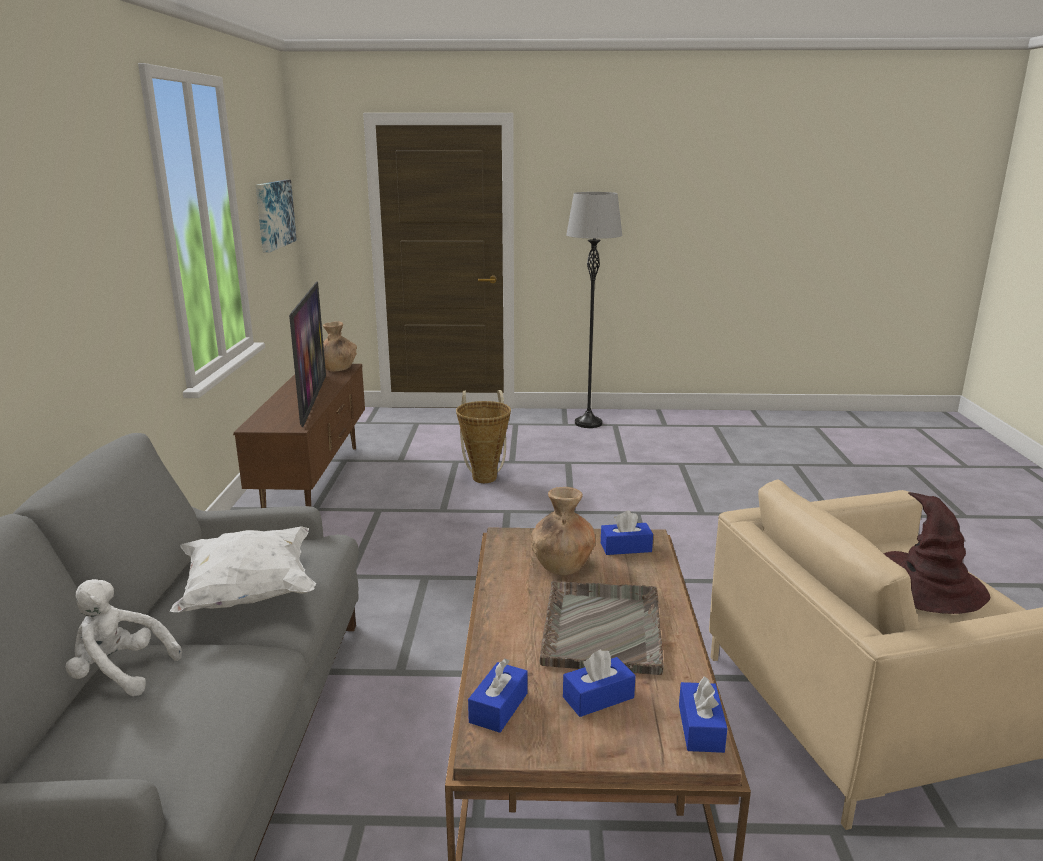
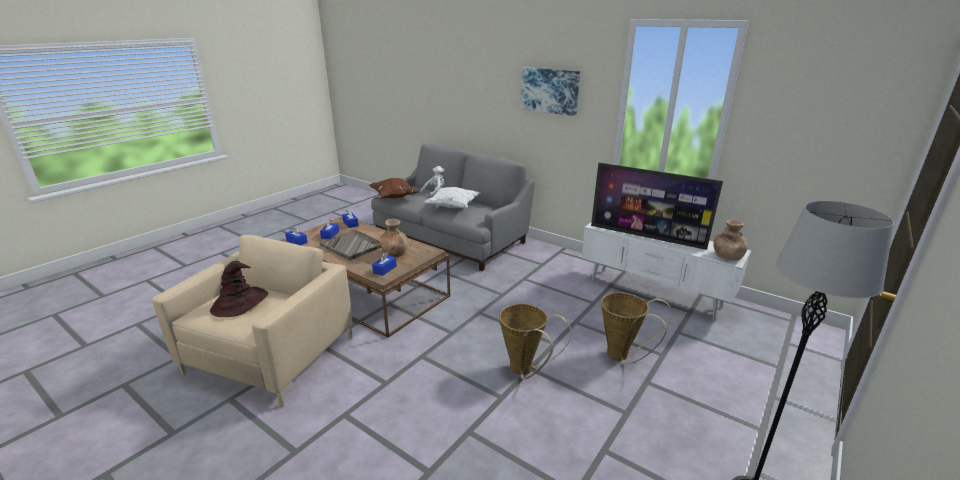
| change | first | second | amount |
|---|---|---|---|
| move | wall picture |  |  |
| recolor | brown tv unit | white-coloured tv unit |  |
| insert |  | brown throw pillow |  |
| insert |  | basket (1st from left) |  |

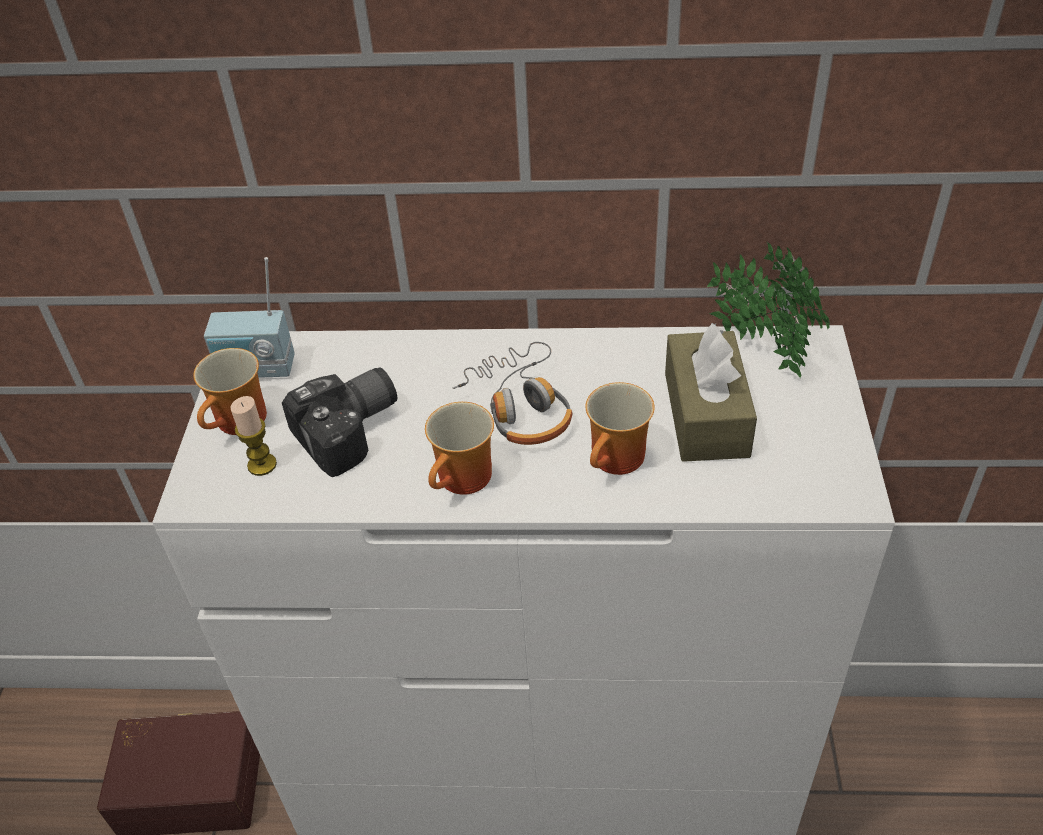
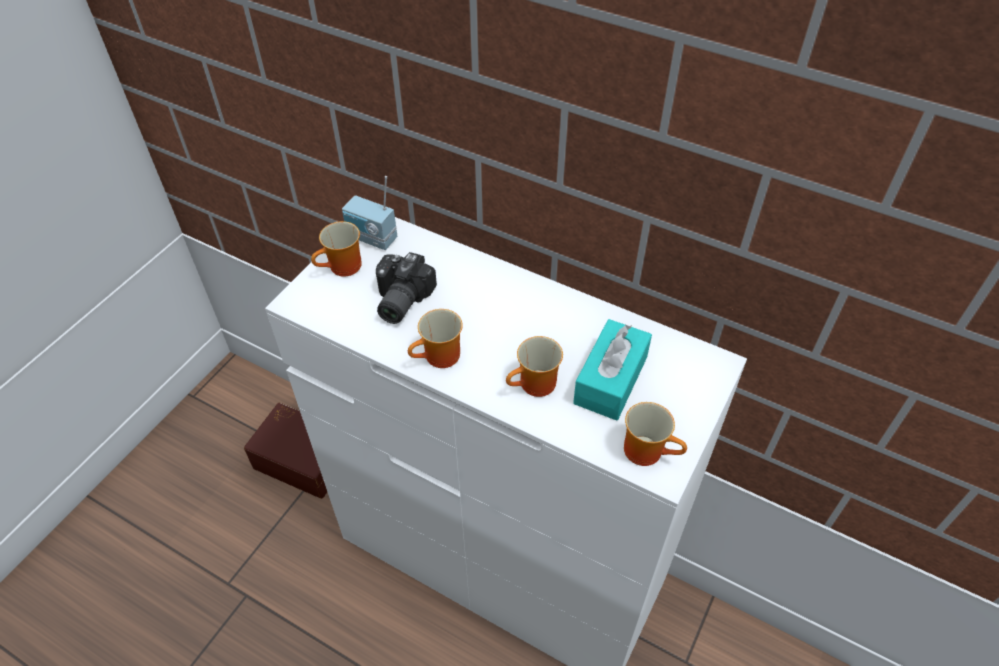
| change | first | second | amount |
|---|---|---|---|
| delete | houseplant |  |  |
| recolor | brown box of tissues | blue-green box of tissues |  |
| delete | headphones |  |  |
| rotate | still camera |  | 120 degrees clockwise |
| delete | wax light |  |  |
| insert |  | tea mug (4th from left) |  |

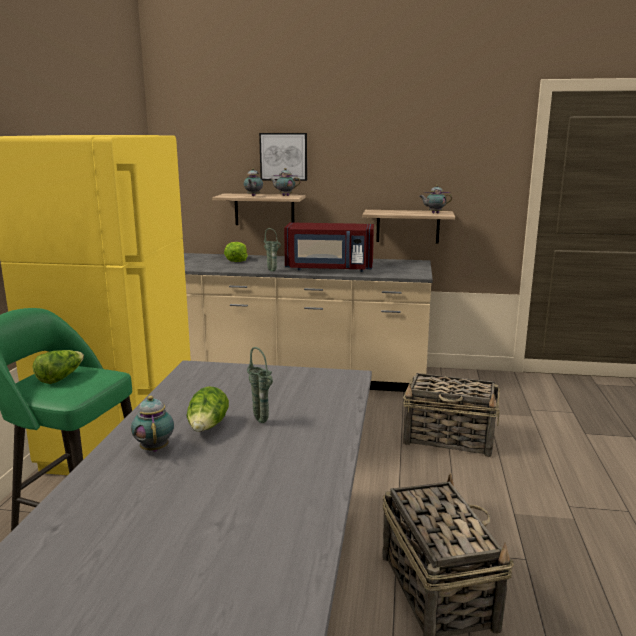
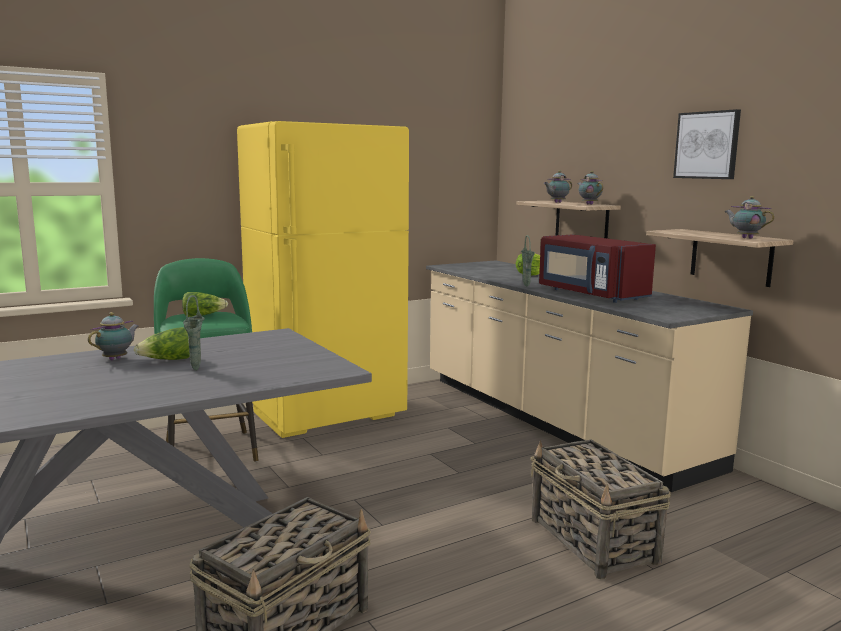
| change | first | second | amount |
|---|---|---|---|
| move | wall picture |  |  |

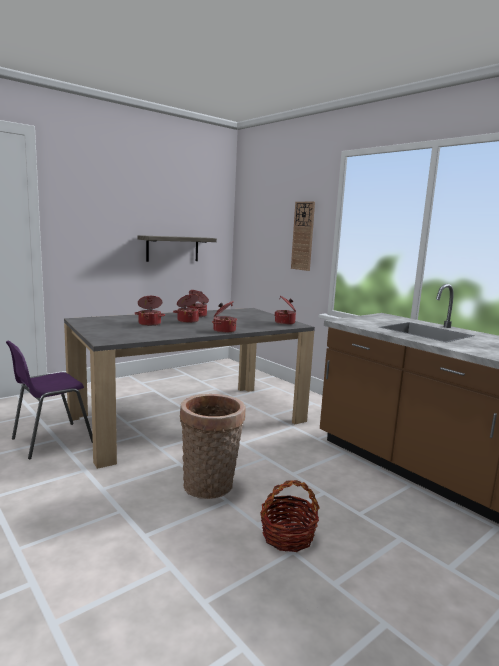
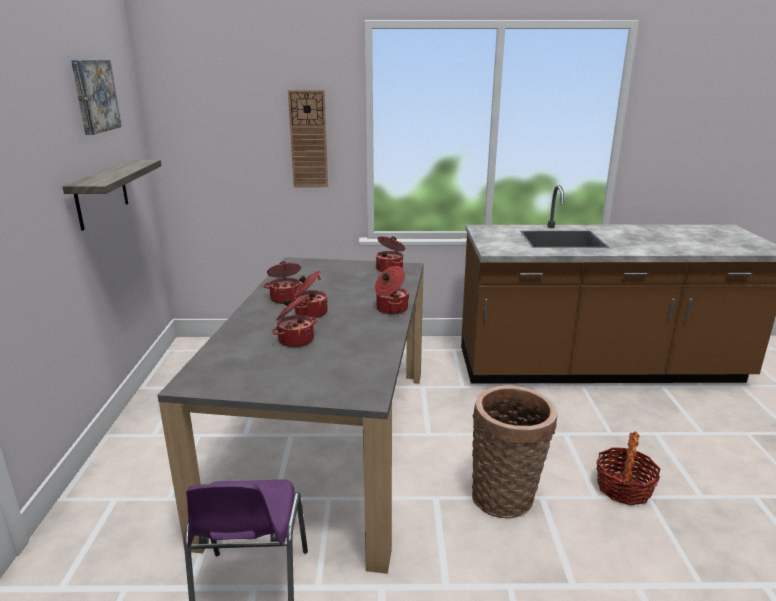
| change | first | second | amount |
|---|---|---|---|
| insert |  | wall picture |  |

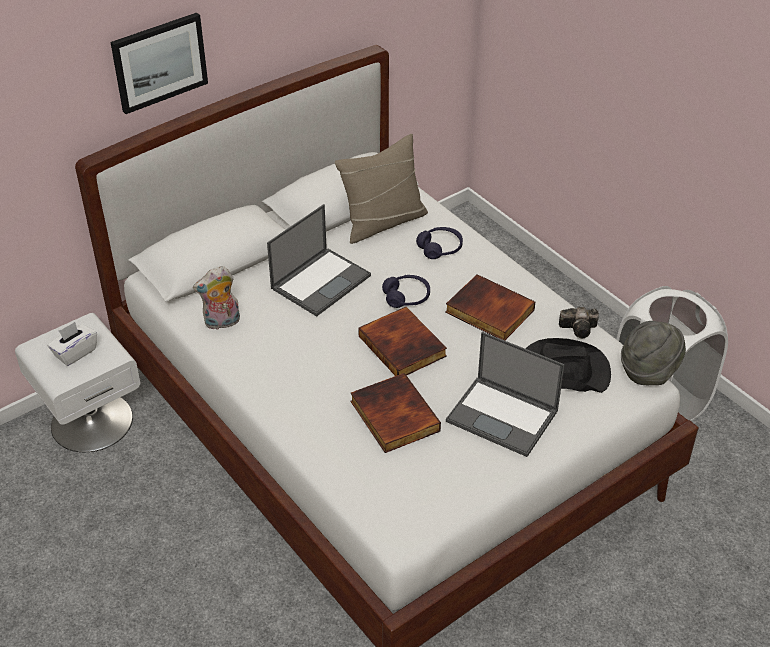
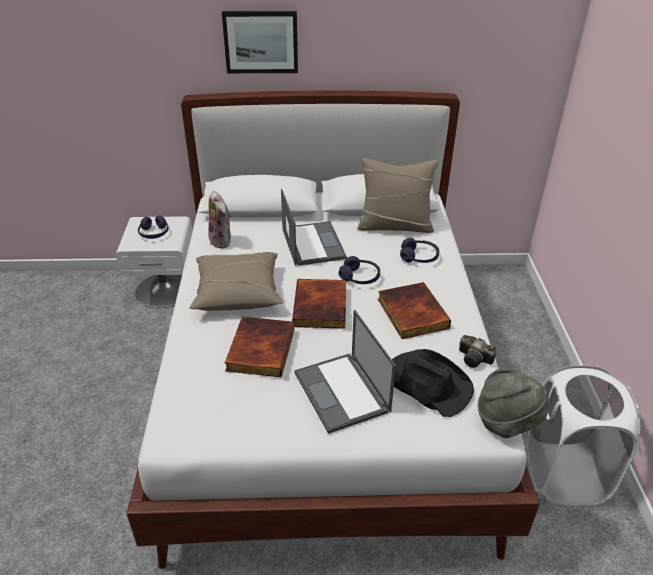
| change | first | second | amount |
|---|---|---|---|
| rotate | portable computer (1st from left) |  | 90 degrees counterclockwise |
| rotate | soft toy |  | 135 degrees counterclockwise |
| replace | white-coloured box of tissues | purplish headphones (1st from left) |  |
| insert |  | sand-coloured throw pillow (1st from left) |  |

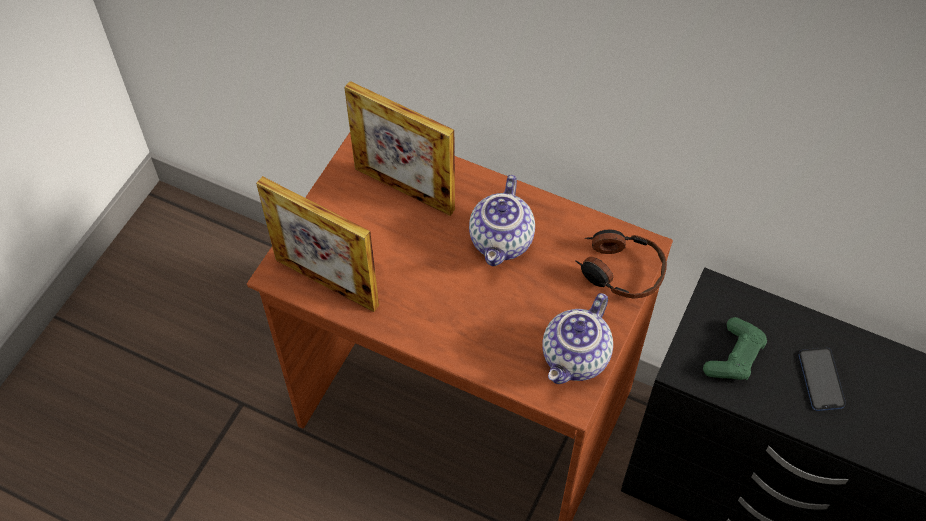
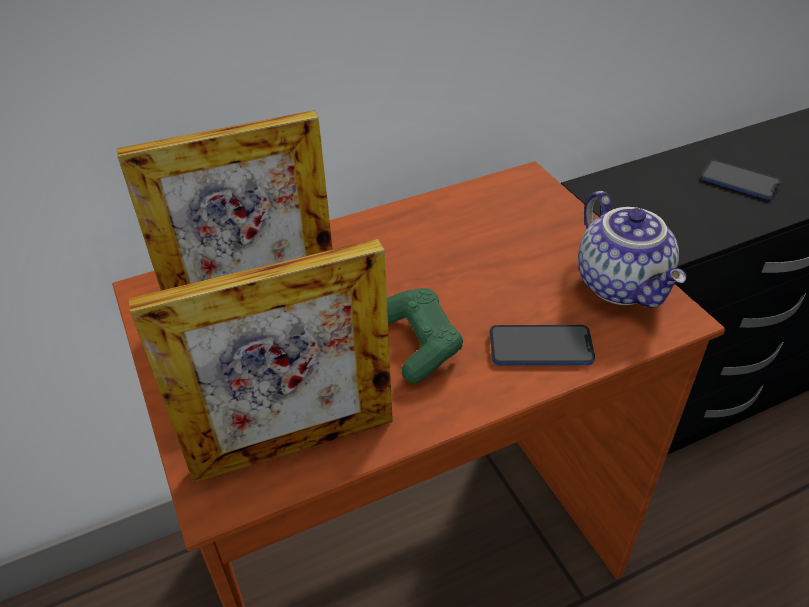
| change | first | second | amount |
|---|---|---|---|
| delete | pot for tea (1st from left) |  |  |
| delete | headphones |  |  |
| move | greenish game controller |  |  |
| insert |  | handset (1st from left) |  |

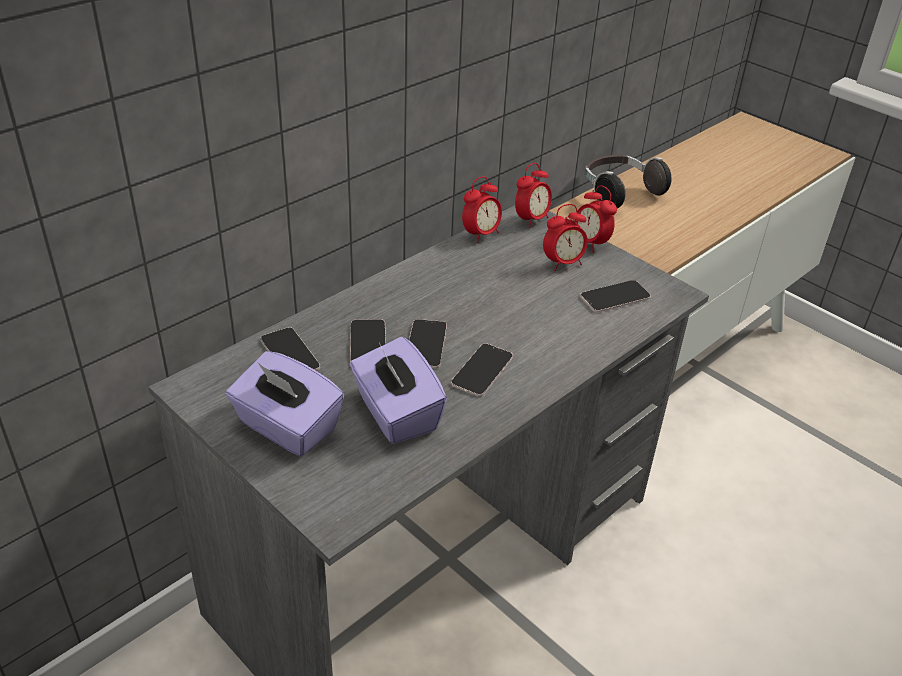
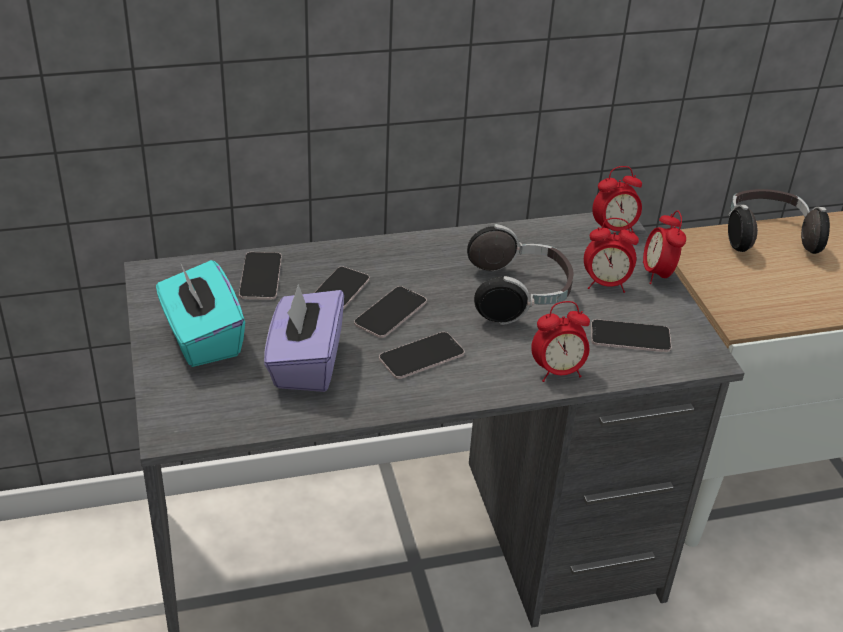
| change | first | second | amount |
|---|---|---|---|
| move | alarm clock (1st from left) |  |  |
| recolor | purplish box of tissues (1st from left) | blue-green box of tissues |  |
| insert |  | headphones (1st from left) |  |

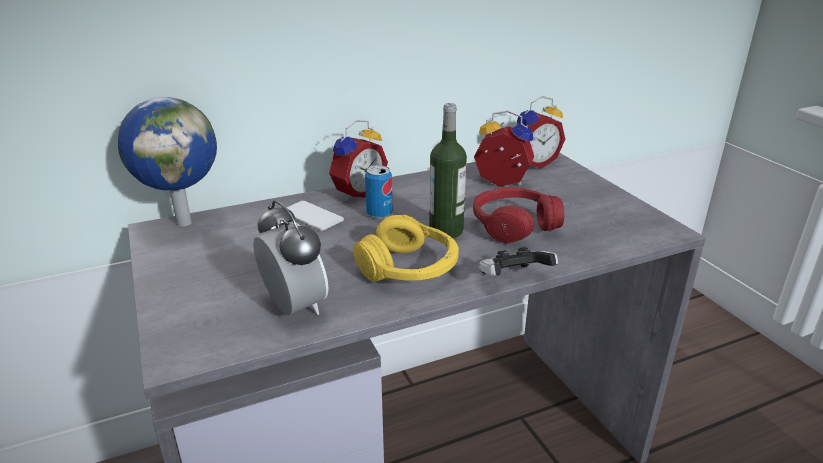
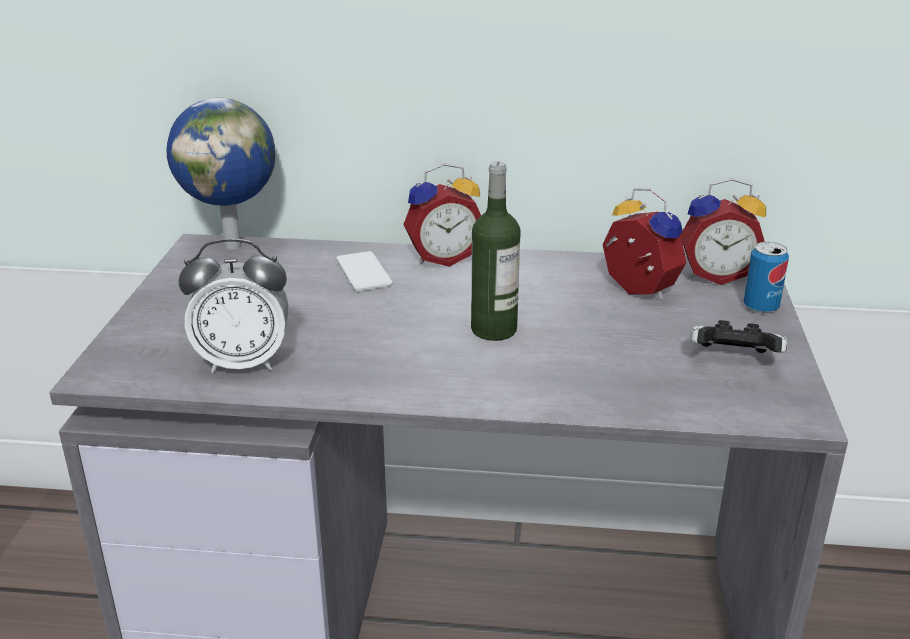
| change | first | second | amount |
|---|---|---|---|
| move | can |  |  |
| delete | reddish headphones |  |  |
| rotate | alarm clock (1st from left) |  | 90 degrees clockwise |
| delete | yellow-coloured headphones |  |  |
| move | game controller |  |  |

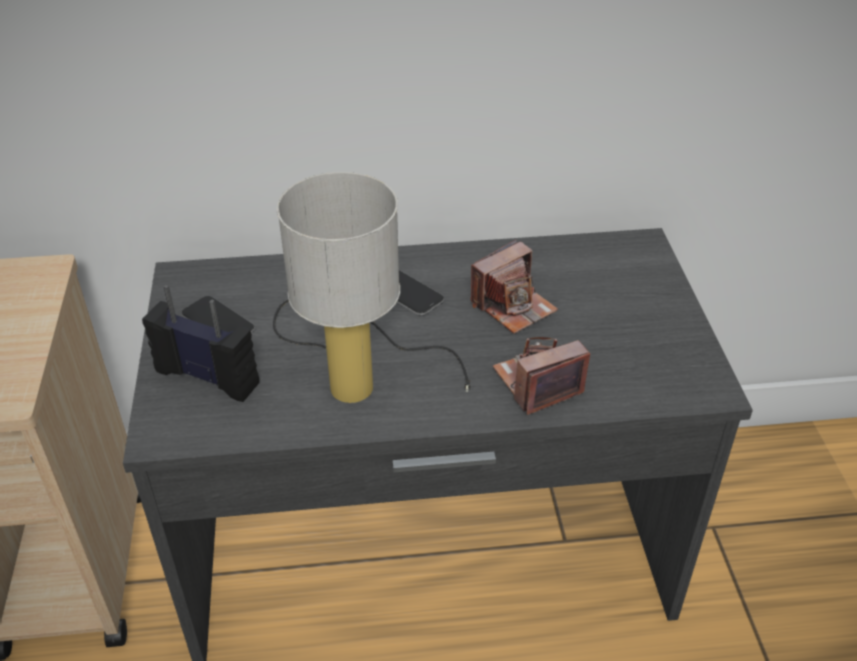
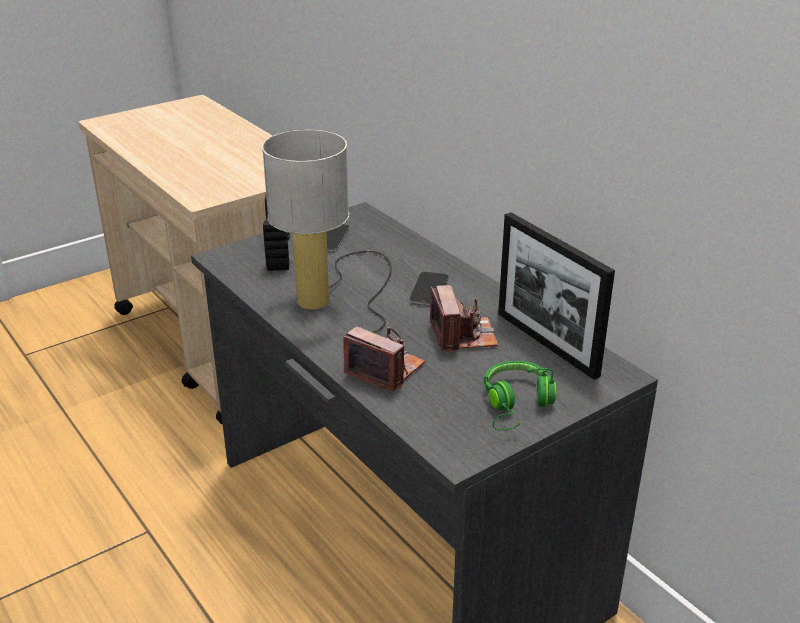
| change | first | second | amount |
|---|---|---|---|
| rotate | still camera (1st from left in the first image) | still camera (2nd from left) | 120 degrees counterclockwise |
| insert |  | photo frame |  |
| insert |  | greenish headphones |  |

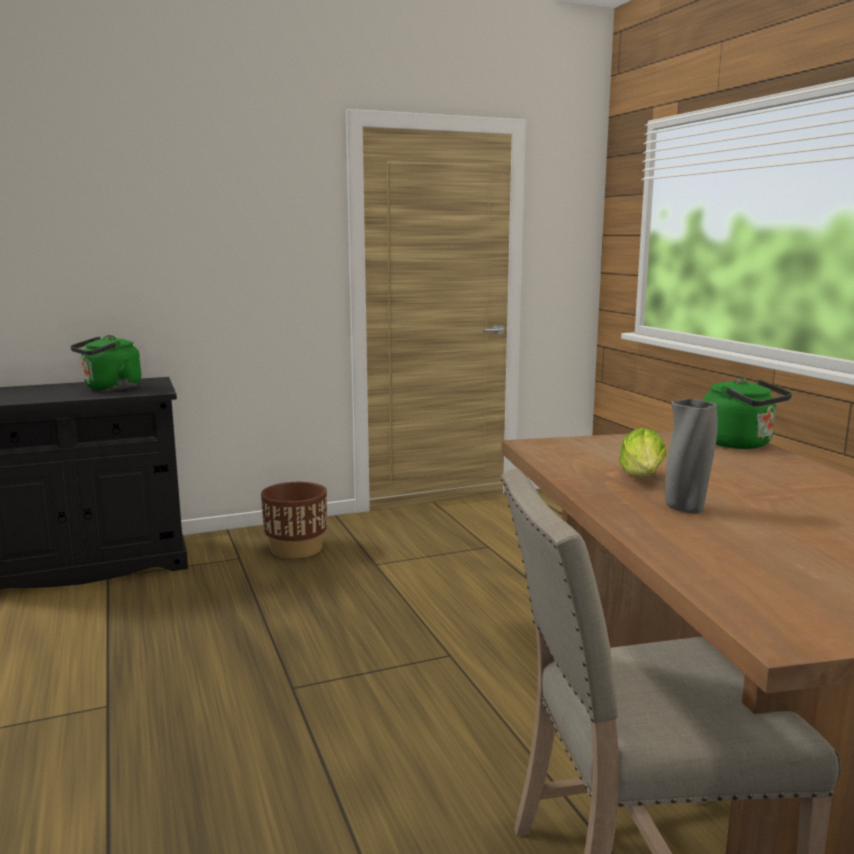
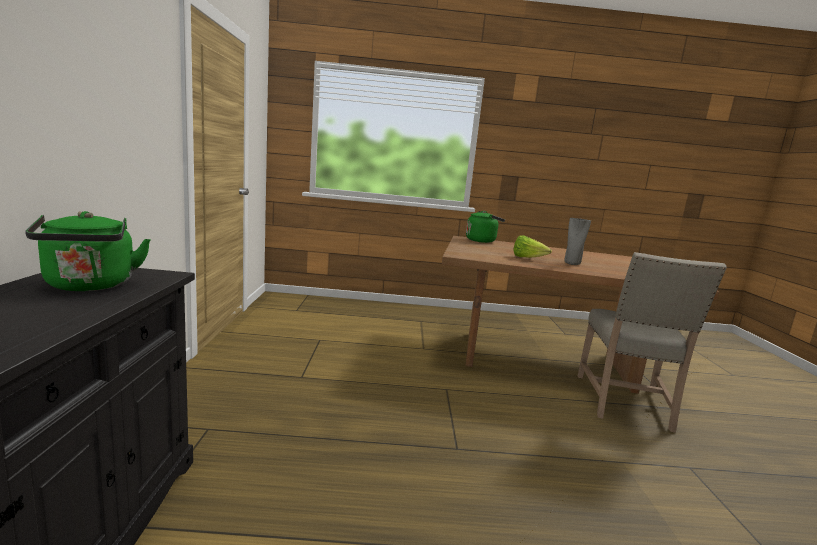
| change | first | second | amount |
|---|---|---|---|
| delete | brown planter |  |  |

